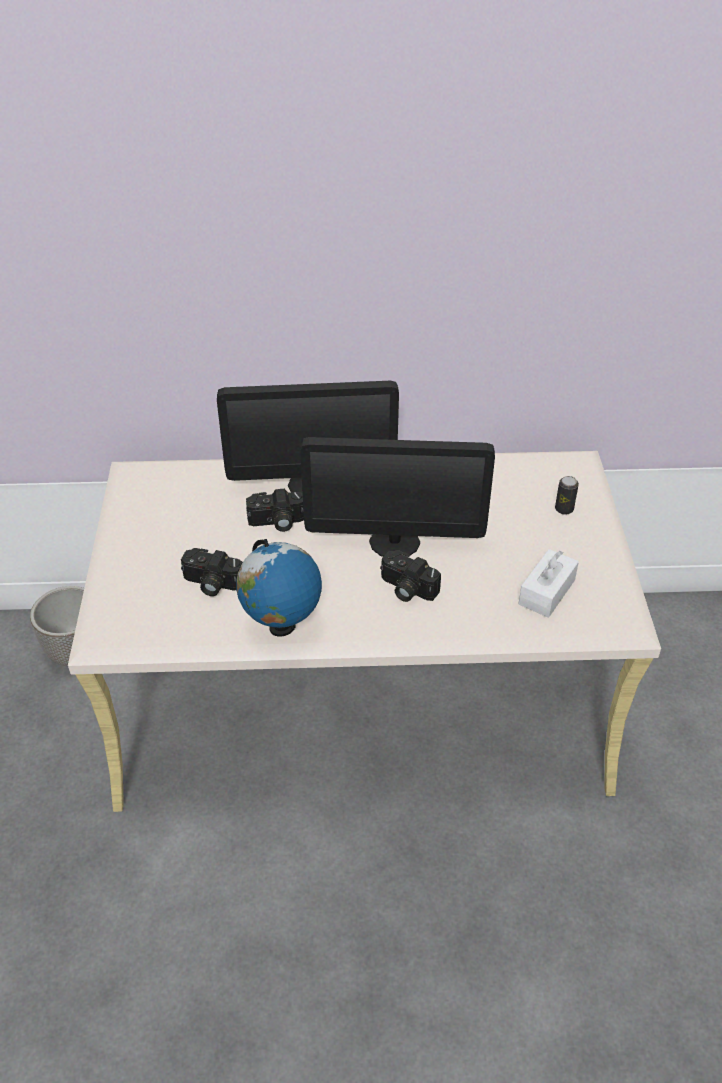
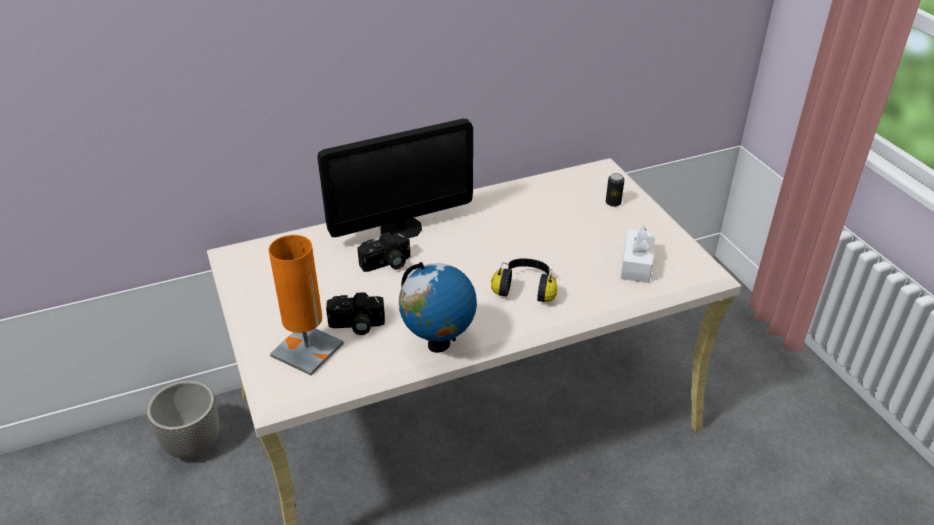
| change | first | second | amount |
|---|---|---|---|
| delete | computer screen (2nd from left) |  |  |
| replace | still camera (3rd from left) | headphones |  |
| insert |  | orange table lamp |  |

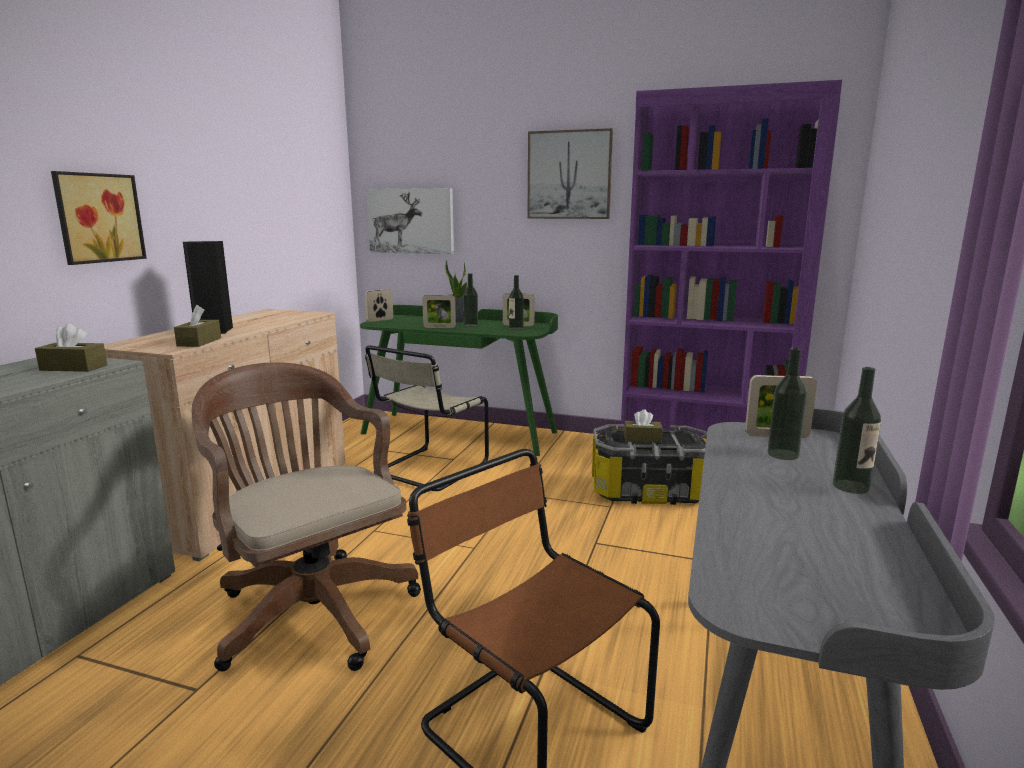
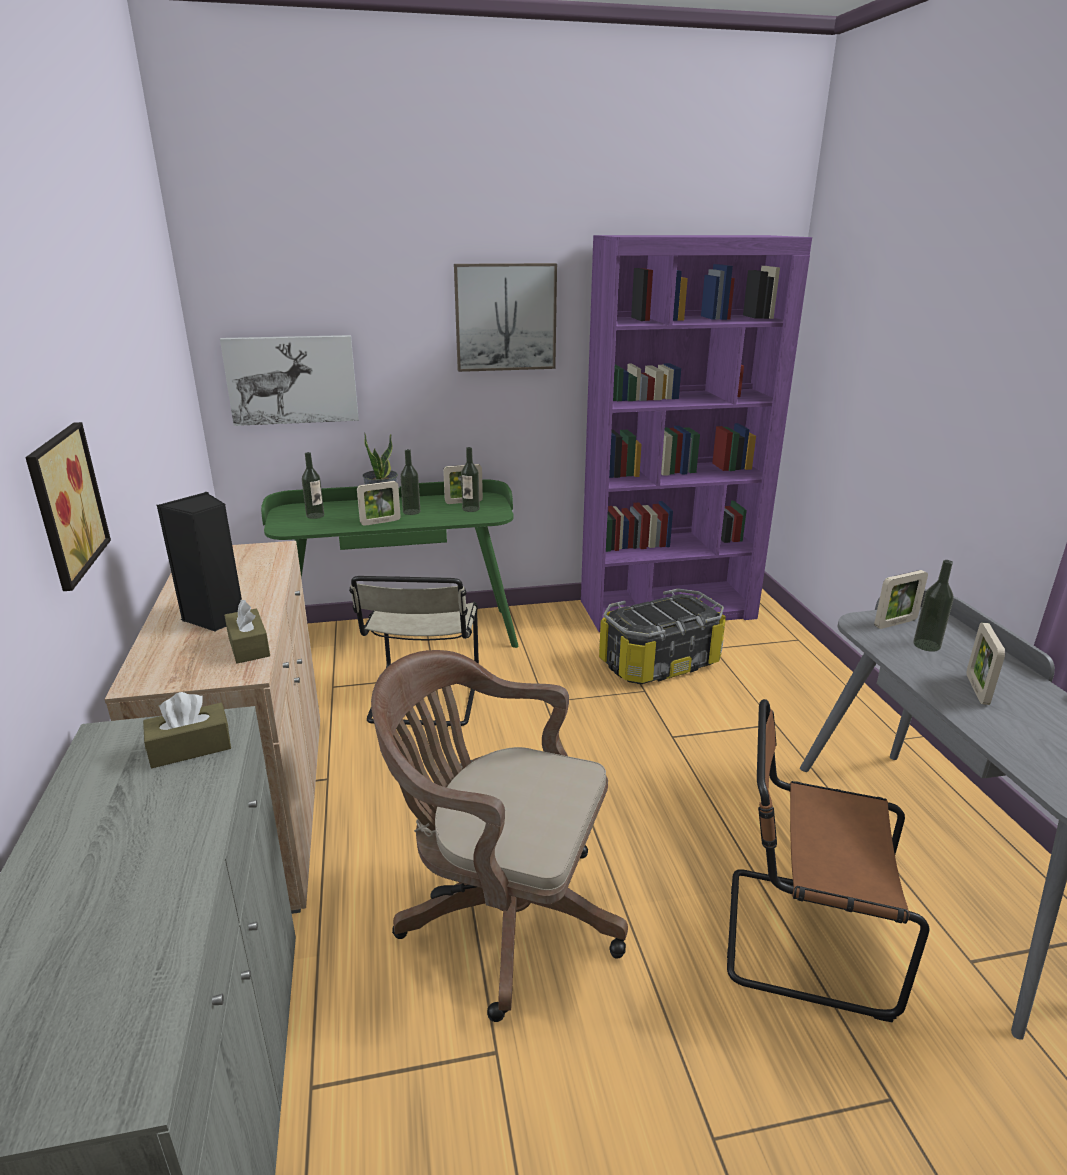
| change | first | second | amount |
|---|---|---|---|
| move | photo frame (1st from left in the first image) | photo frame (4th from left) |  |
| move | beverage bottle (4th from left in the first image) | beverage bottle (1st from left) |  |
| delete | brown box of tissues (3rd from left) |  |  |

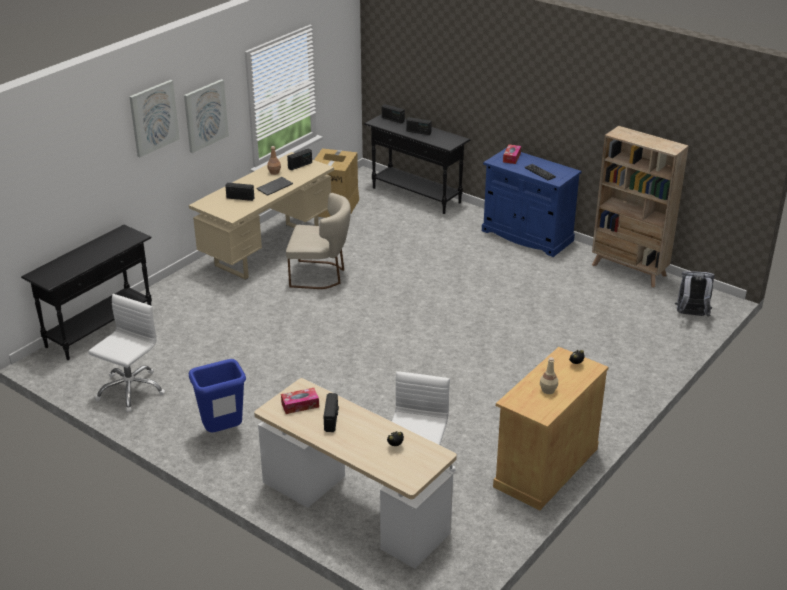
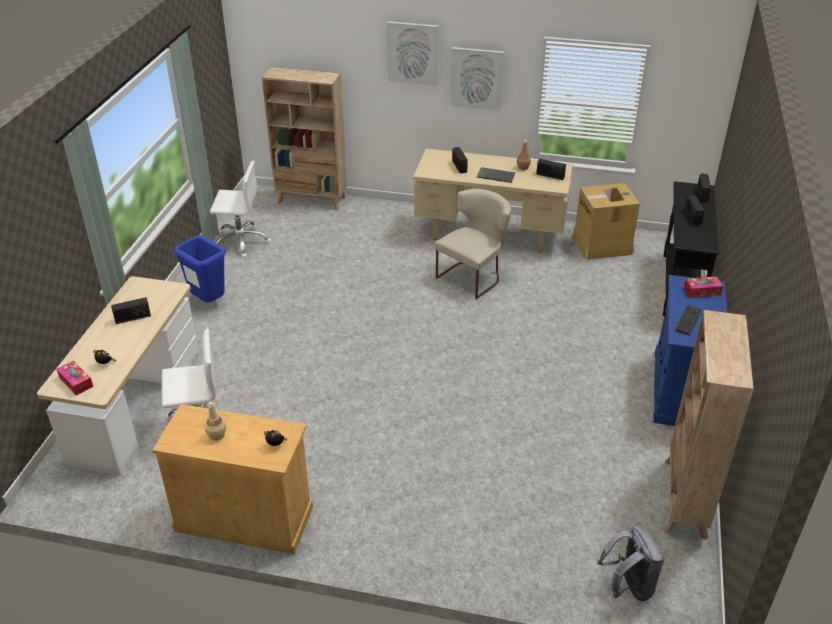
| change | first | second | amount |
|---|---|---|---|
| rotate | sand-coloured plain chair |  | 120 degrees counterclockwise |
| replace | black-coloured narrow table (1st from left) | sand-coloured bookcase (1st from left) |  |
| move | box of tissues (1st from left) |  |  |

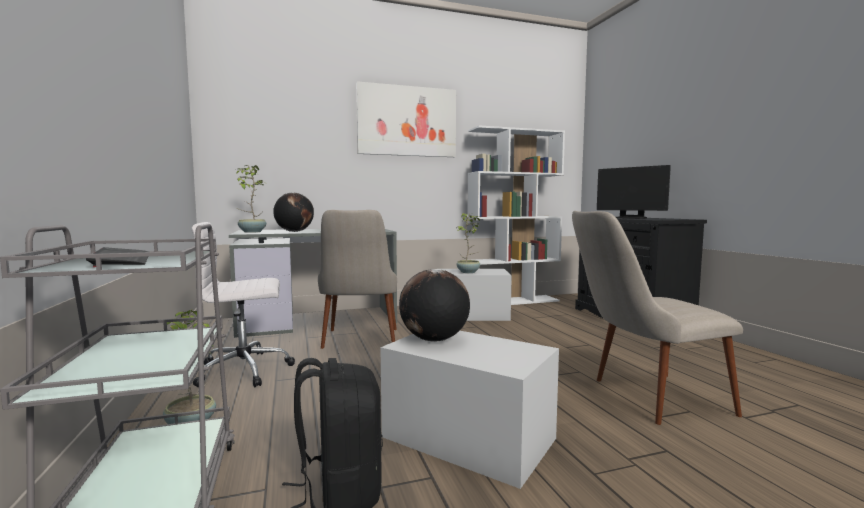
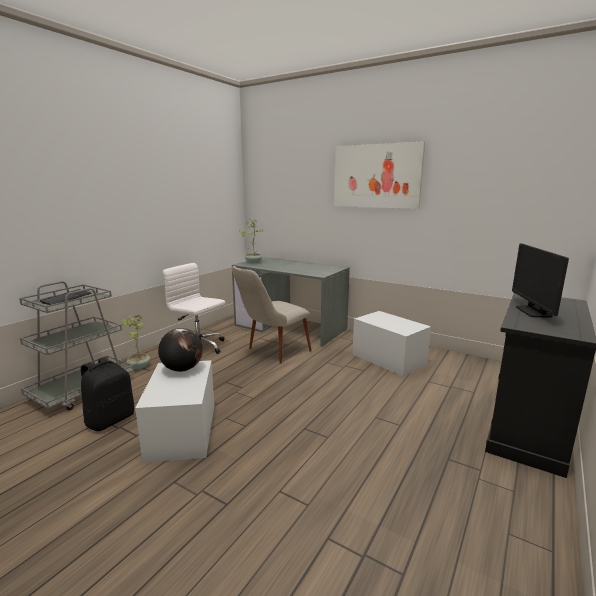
| change | first | second | amount |
|---|---|---|---|
| delete | white-coloured bookcase |  |  |
| delete | world globe (1st from left) |  |  |
| delete | sand-coloured plain chair (2nd from left) |  |  |
| delete | houseplant (3rd from left) |  |  |

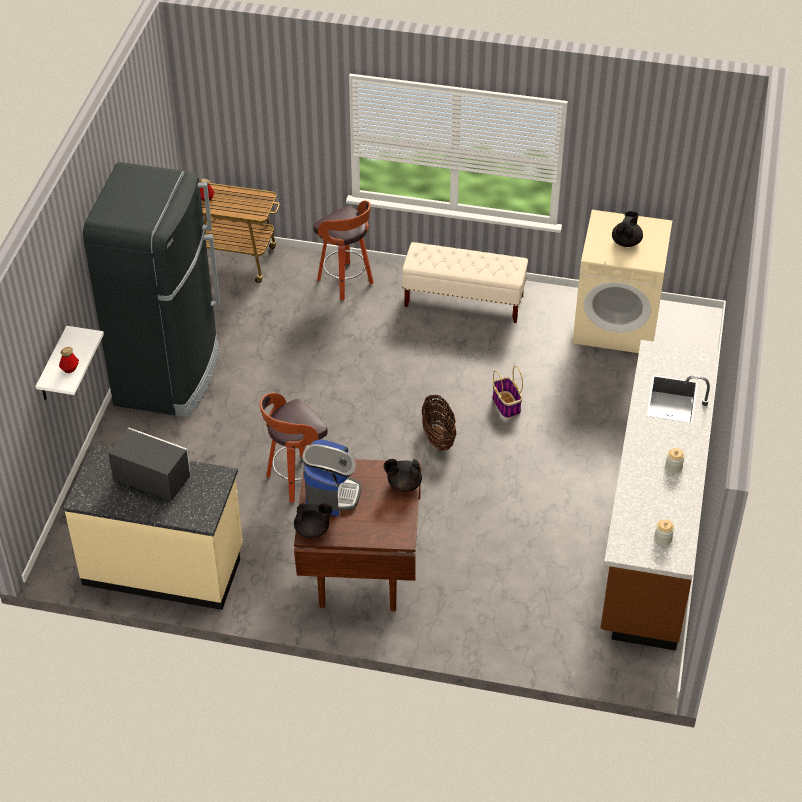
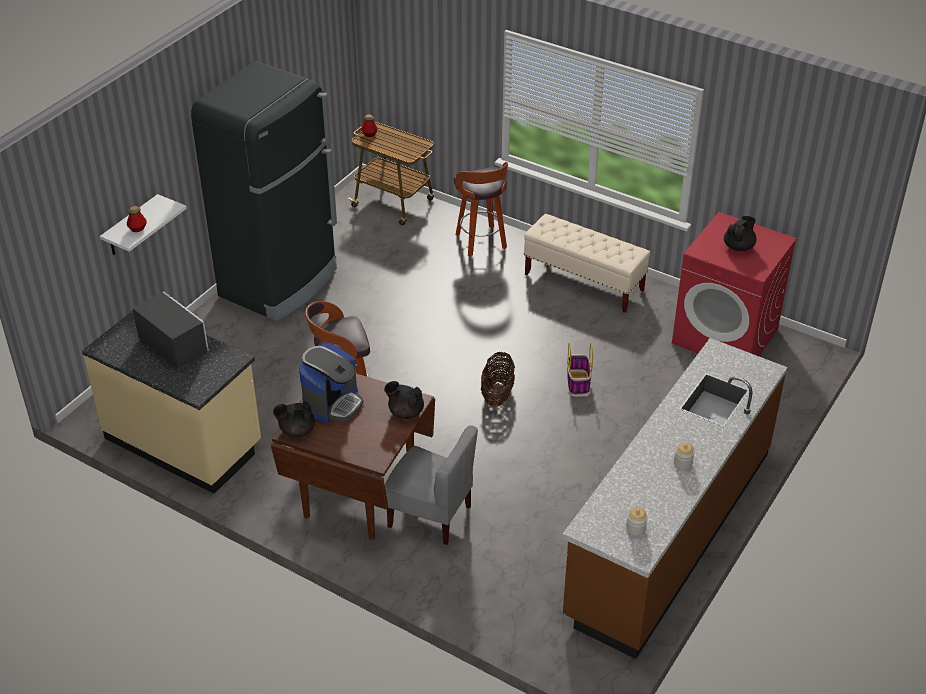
| change | first | second | amount |
|---|---|---|---|
| recolor | sand-coloured washing machine | reddish washing machine |  |
| rotate | black-coloured pot for tea (1st from left) |  | 150 degrees clockwise |
| insert |  | gray plain chair |  |

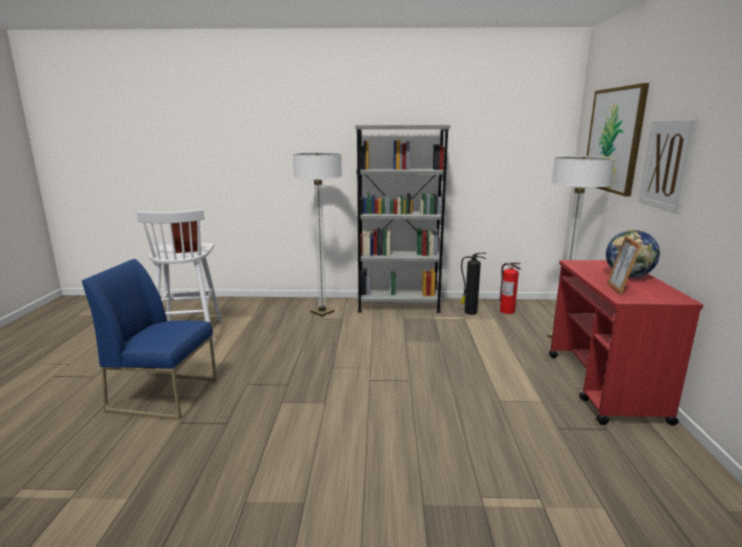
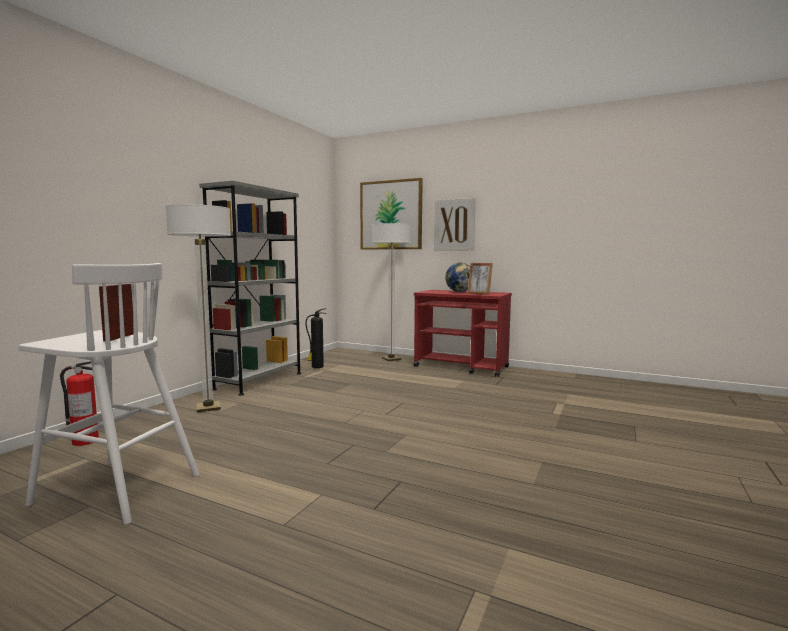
| change | first | second | amount |
|---|---|---|---|
| delete | bluish plain chair |  |  |
| move | fire-fighting cylinder (2nd from left in the first image) | fire-fighting cylinder (1st from left) |  |

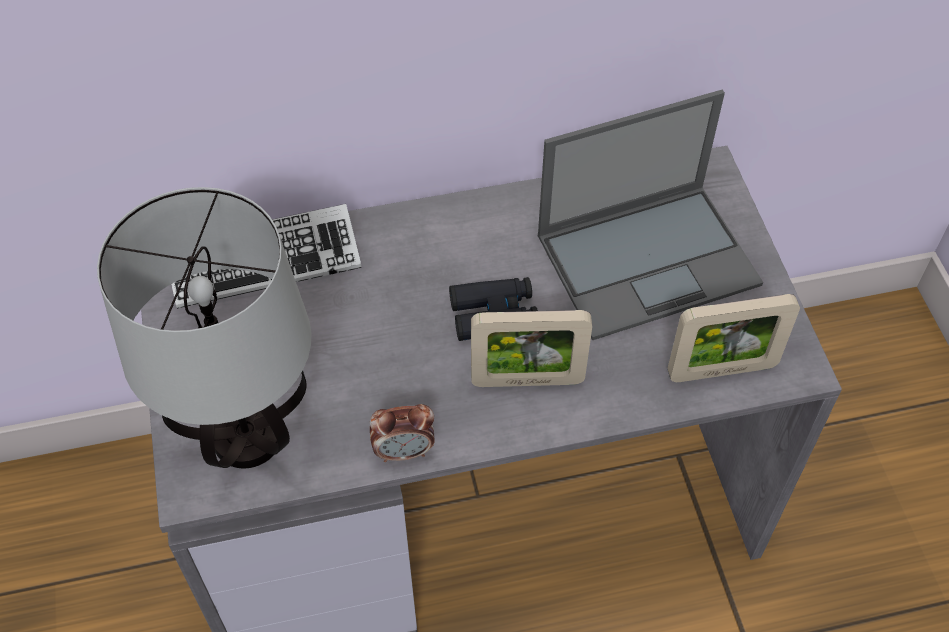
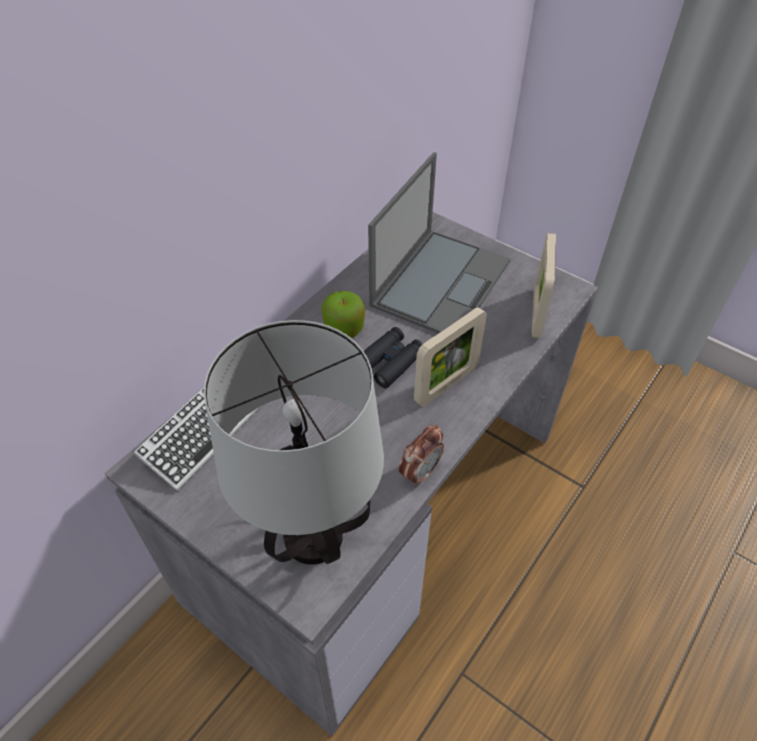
| change | first | second | amount |
|---|---|---|---|
| rotate | photo frame (2nd from left) |  | 150 degrees clockwise |
| insert |  | apple fruit |  |

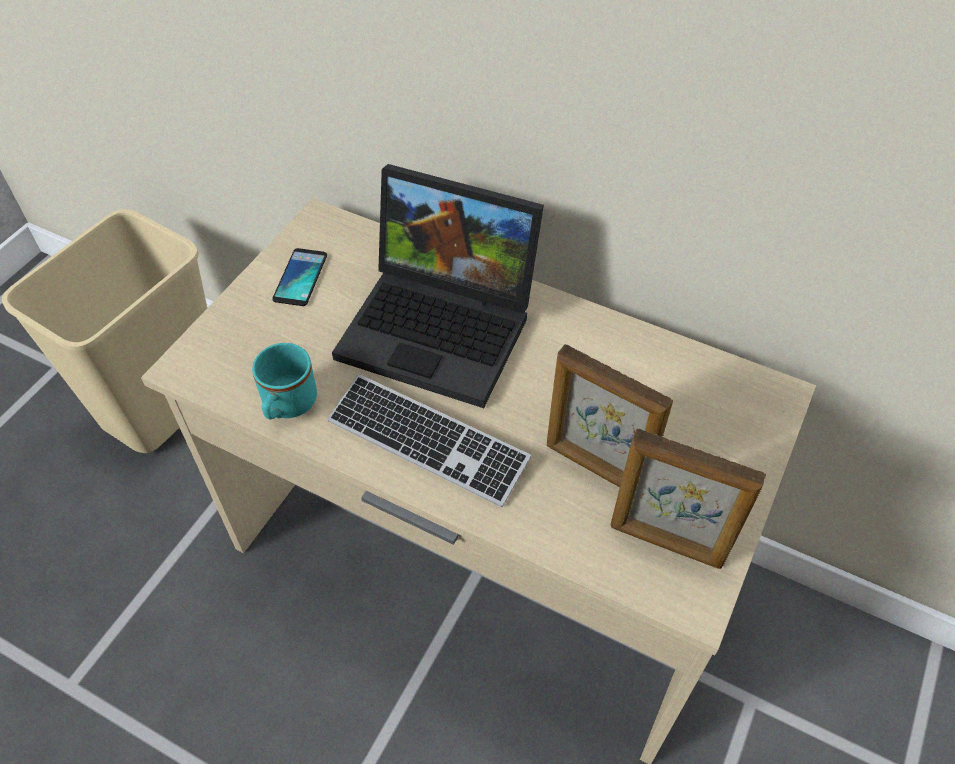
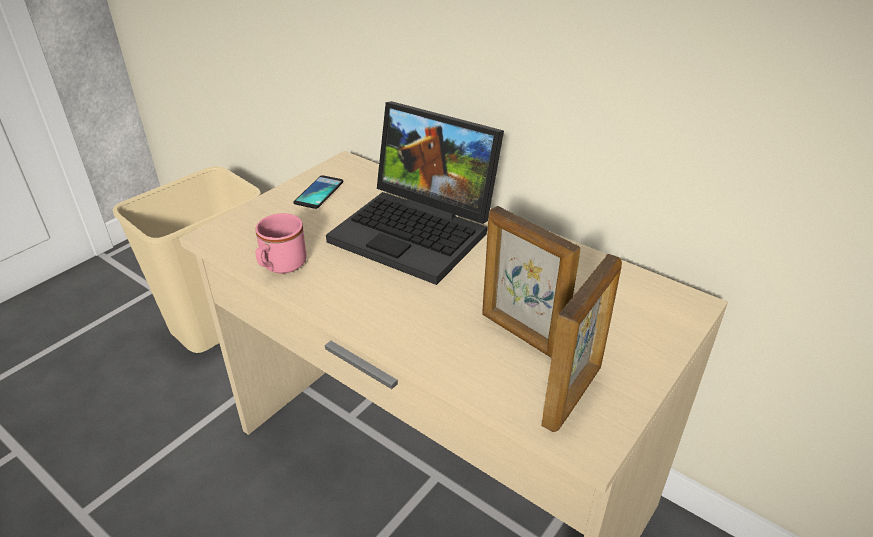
| change | first | second | amount |
|---|---|---|---|
| recolor | blue-green tea mug | pink-coloured tea mug |  |
| delete | PC keyboard |  |  |
| rotate | photo frame (2nd from left) |  | 90 degrees counterclockwise |

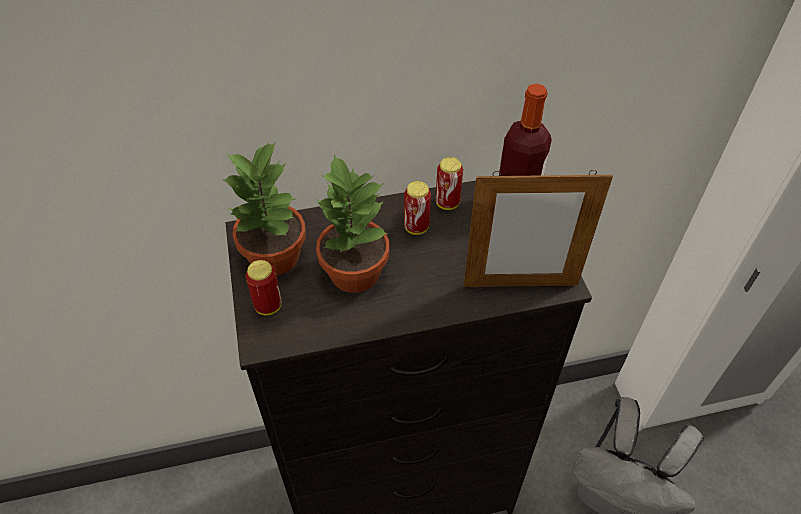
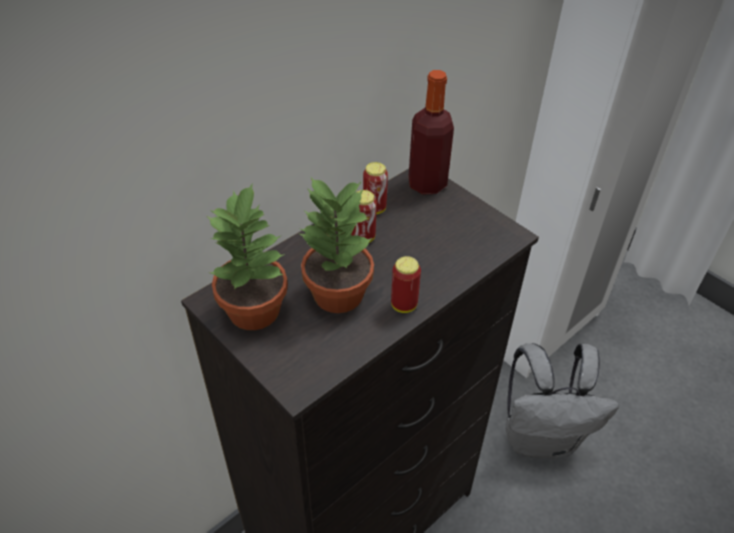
| change | first | second | amount |
|---|---|---|---|
| delete | photo frame |  |  |
| move | can (1st from left in the first image) | can (3rd from left) |  |

